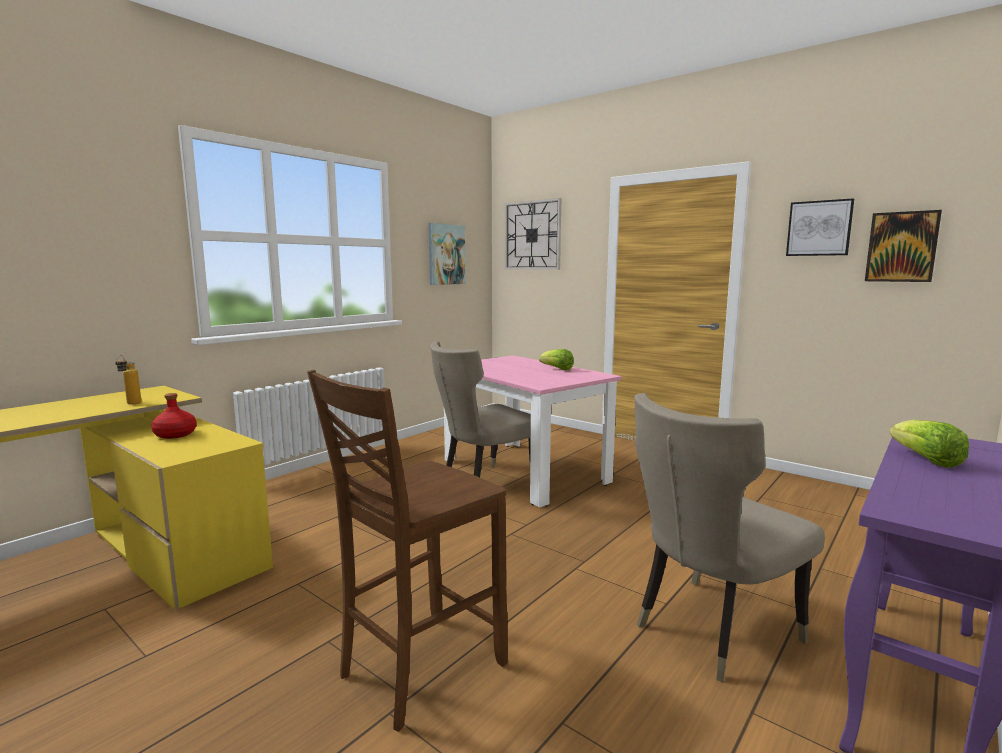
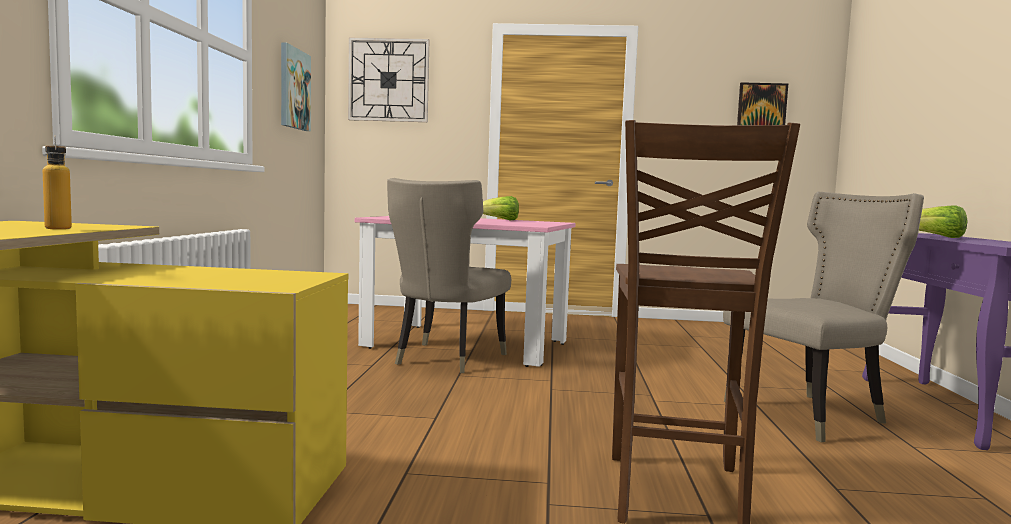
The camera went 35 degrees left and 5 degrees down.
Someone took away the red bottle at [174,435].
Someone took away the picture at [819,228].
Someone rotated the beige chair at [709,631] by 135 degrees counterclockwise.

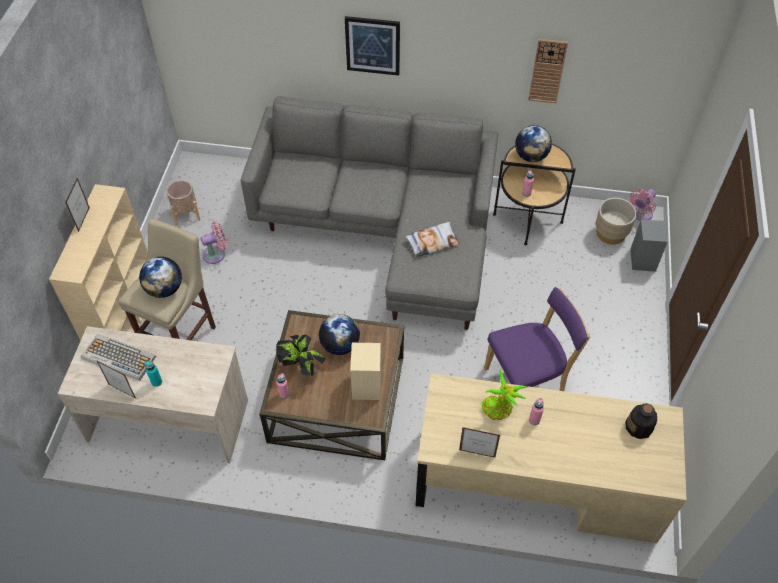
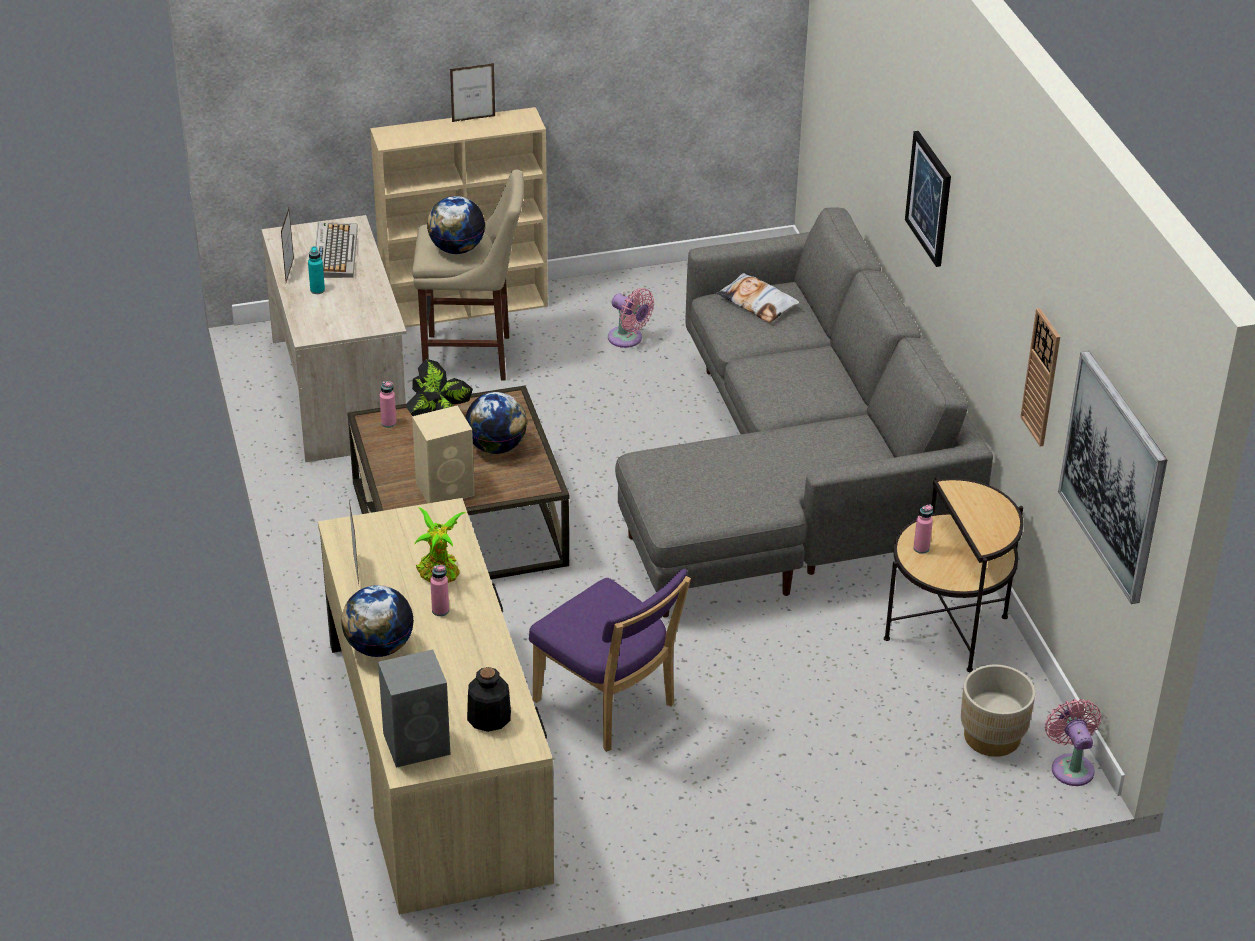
The camera went 65 degrees right and 15 degrees down.
Someone took away the beige planter at [186,213].
Someone put up the picture at [1113,476].
Someone carried the pillow from [432,242] to [757,303].
Someone carried the globe from [530,156] to [378,647].
Someone carried the grey speaker from [642,259] to [418,743].
Someone rotated the pink fan at [640,214] by 60 degrees clockwise.

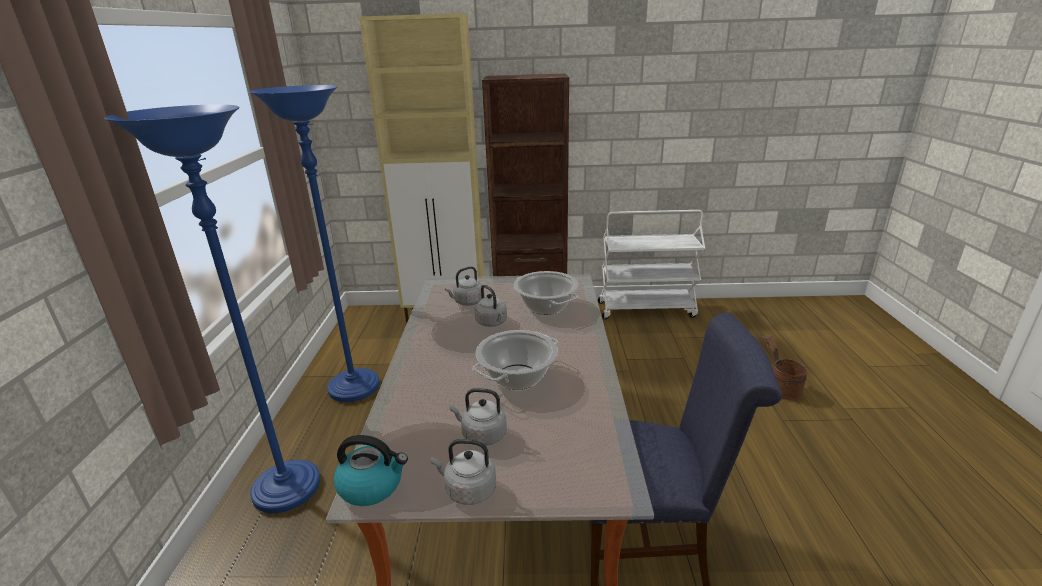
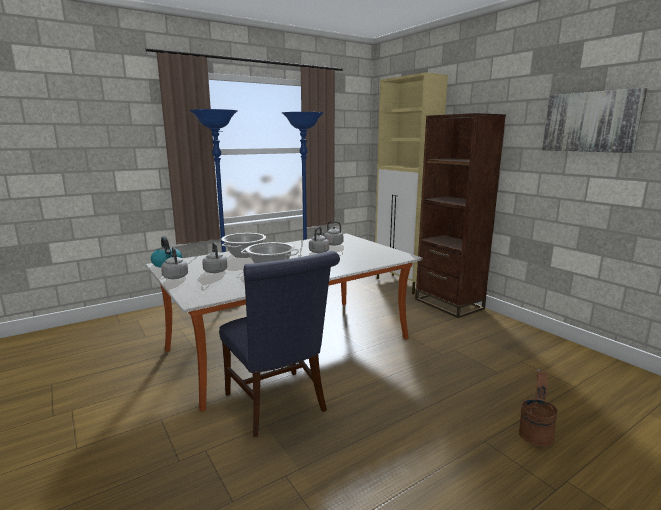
The camera went 55 degrees right and 10 degrees down.
Someone took away the white cart at [646,309].
Someone put up the picture at [590,122].
Someone carried the cooking pot from [545,307] to [244,254].

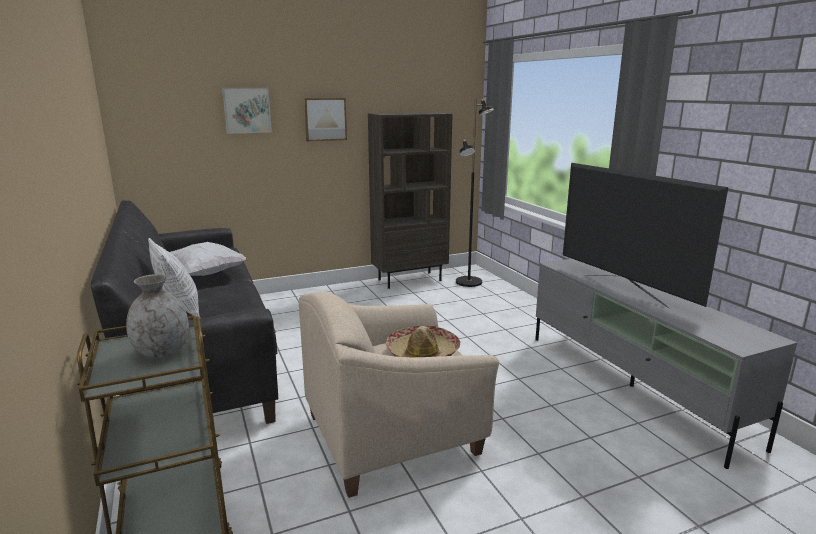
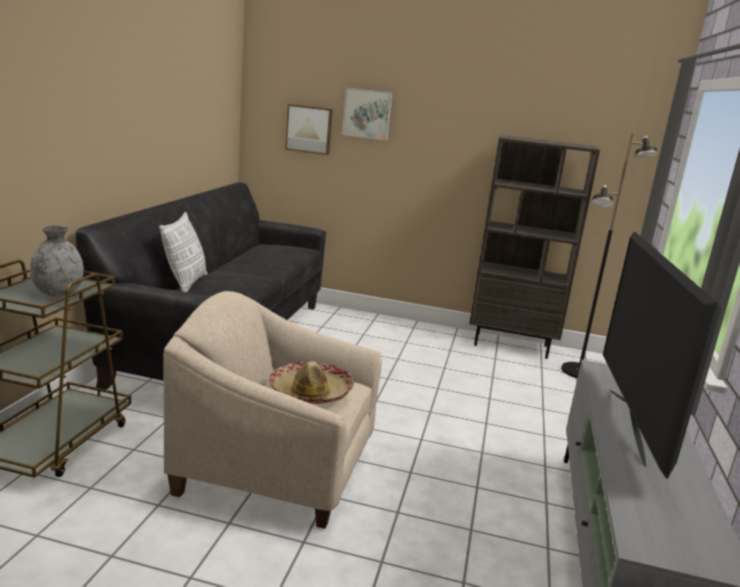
The camera went 35 degrees right and 0 degrees up.
Someone took away the white pillow at [205,274].
Someone carried the picture from [325,119] to [309,129].

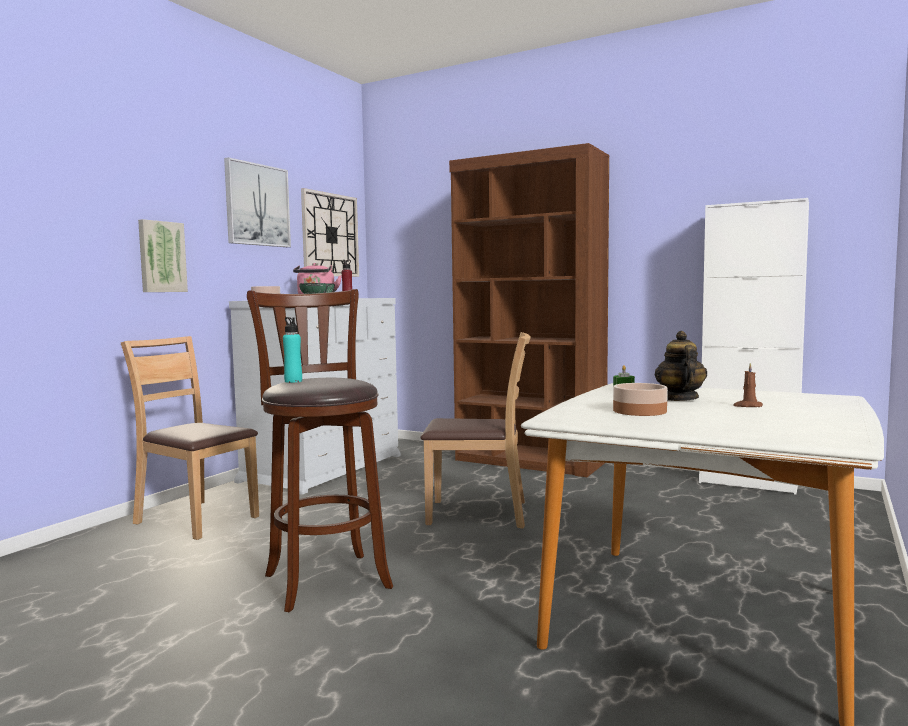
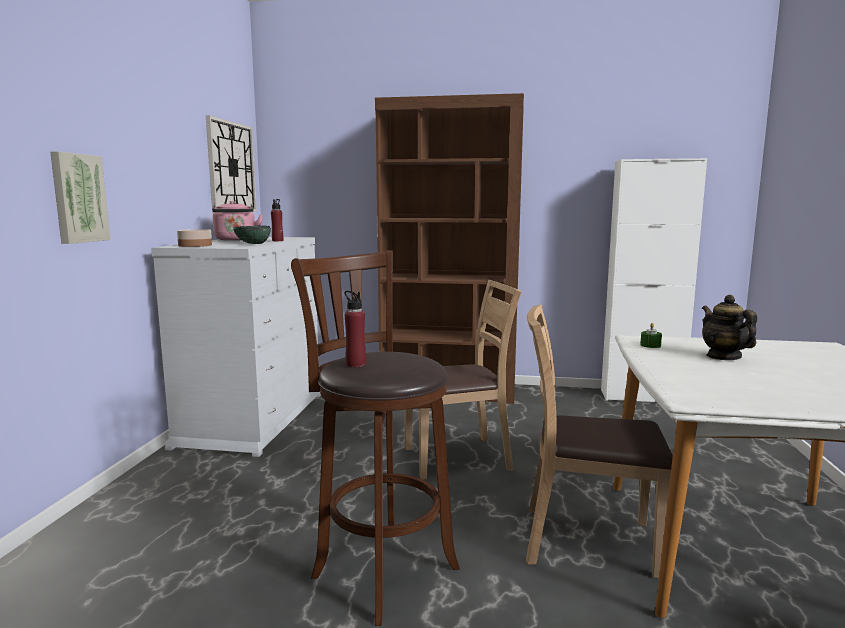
The camera went 20 degrees left and 5 degrees up.
Someone took away the picture at [257,205].
Someone took away the bowl at [640,411].
Someone took away the brown candle at [747,406].
Someone carried the brown chair from [196,519] to [586,541].
Someone repainted the turquoise bottle at [293,381], which became the red bottle at [355,364].

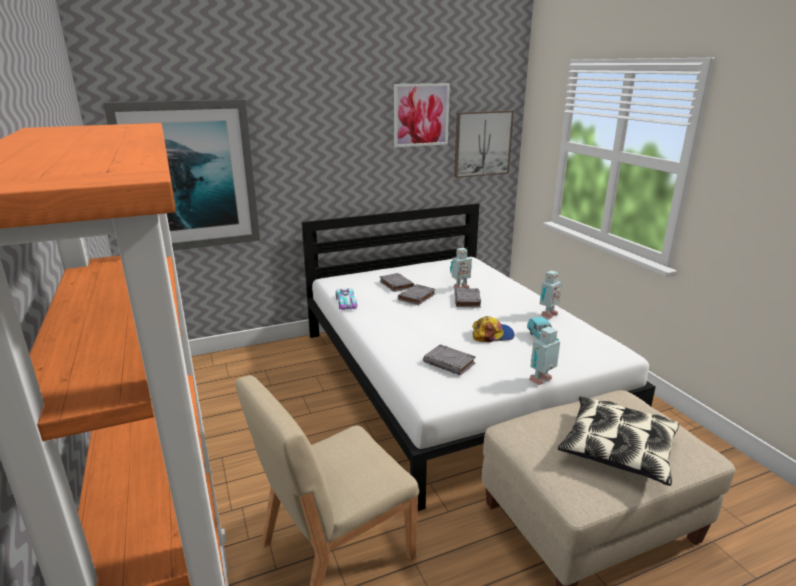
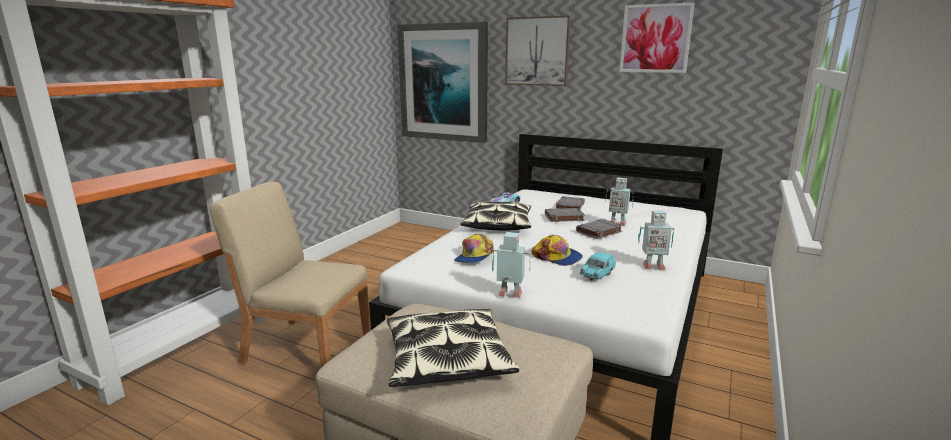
The camera went 50 degrees right and 5 degrees down.
Someone put down the pillow at [497,225].
Someone carried the picture from [482,143] to [537,51].
Someone swapped the grey book at [450,363] for the cap at [474,256].

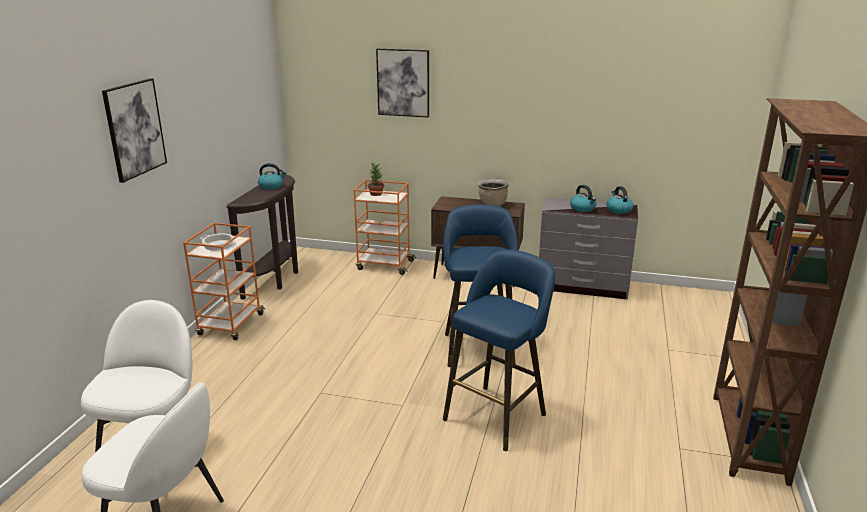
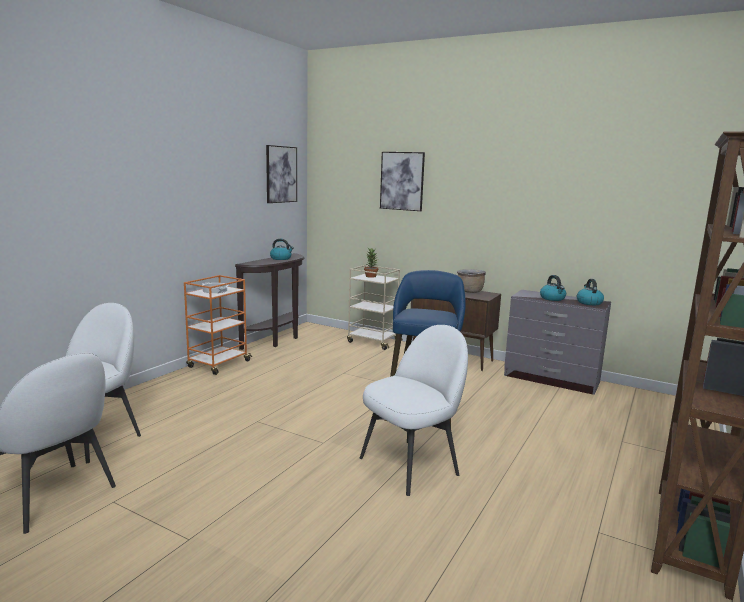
The camera went 15 degrees right and 10 degrees down.
Someone carried the picture from [134,129] to [281,174].
Someone swapped the blue stool at [498,414] for the white chair at [411,465].
Someone repainted the orange cart at [384,265], which became the beige cart at [372,342].

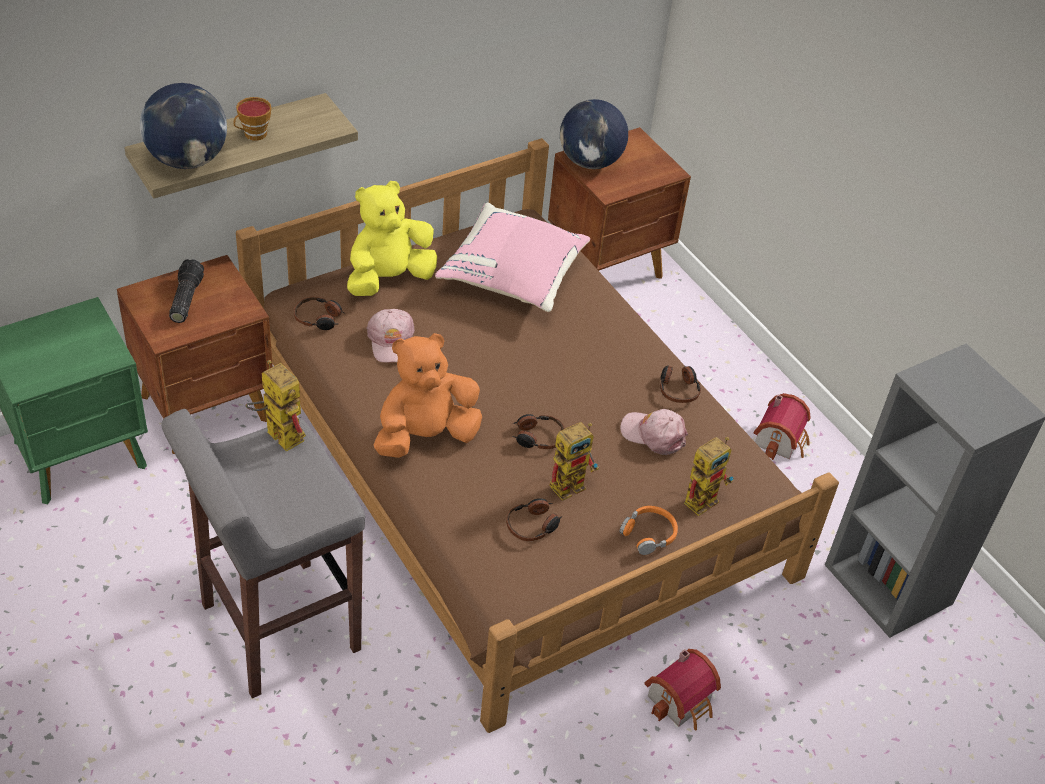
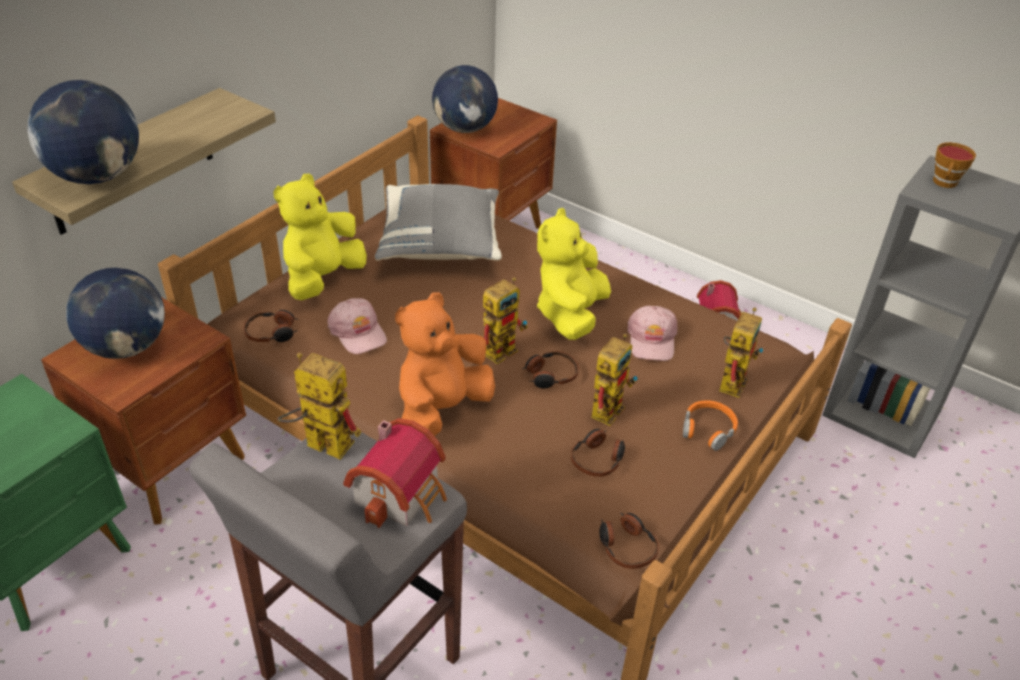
The camera went 20 degrees left and 5 degrees down.
Someone put down the toy robot at [503,347].
Someone put down the yellow plush toy at [570,314].
Someone carried the cup from [253,135] to [944,183].
Someone carried the toy house from [682,701] to [402,493].
Someone carried the headphones from [678,388] to [626,546].
Someone swapped the flashlight at [185,299] for the globe at [127,347].
Someone repainted the pink pillow at [513,277], which became the grey pillow at [441,244].
Someone rotated the pink cap at [653,434] by 90 degrees counterclockwise.

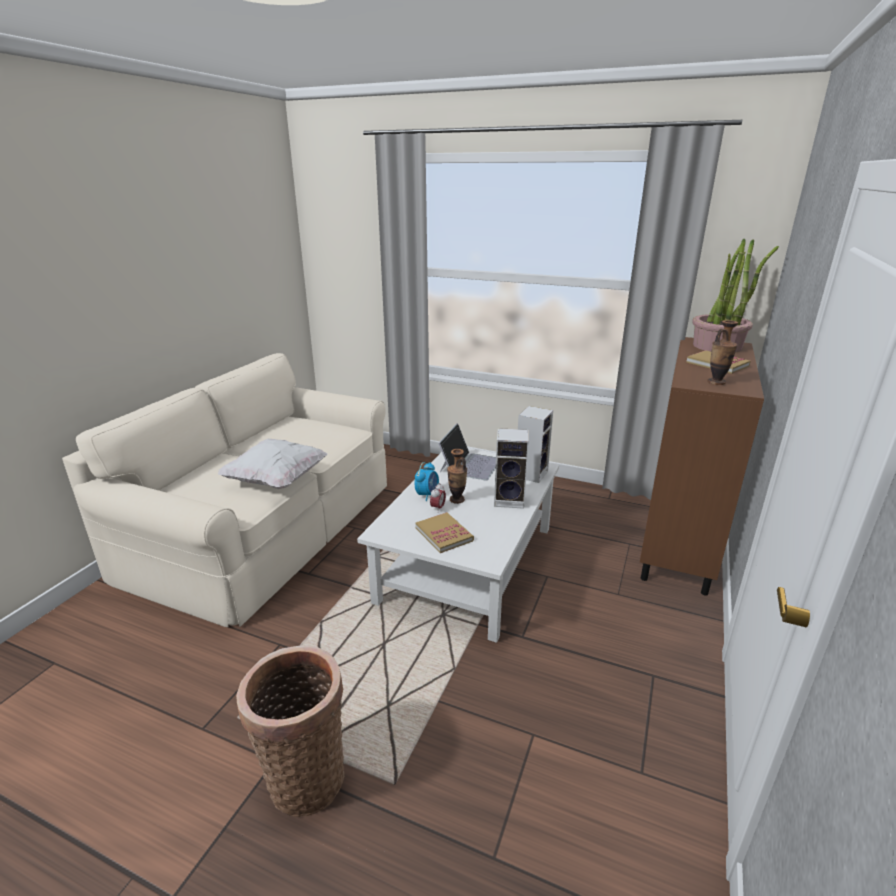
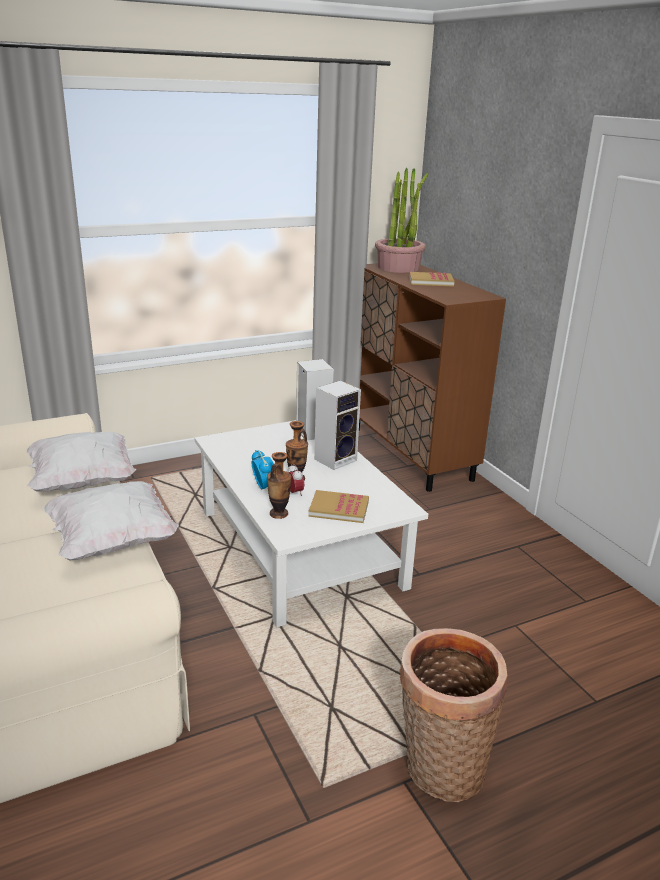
The camera went 50 degrees left and 0 degrees up.
Someone took away the laptop at [470,465].
Someone put down the white pillow at [83,481].
Someone carried the vase from [716,382] to [279,514].

